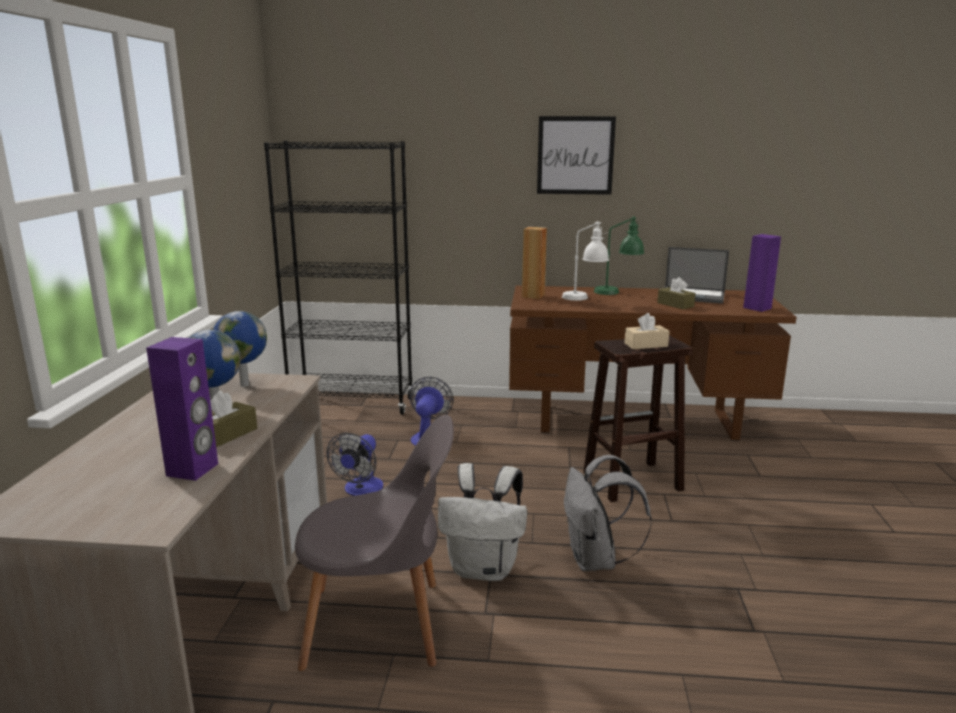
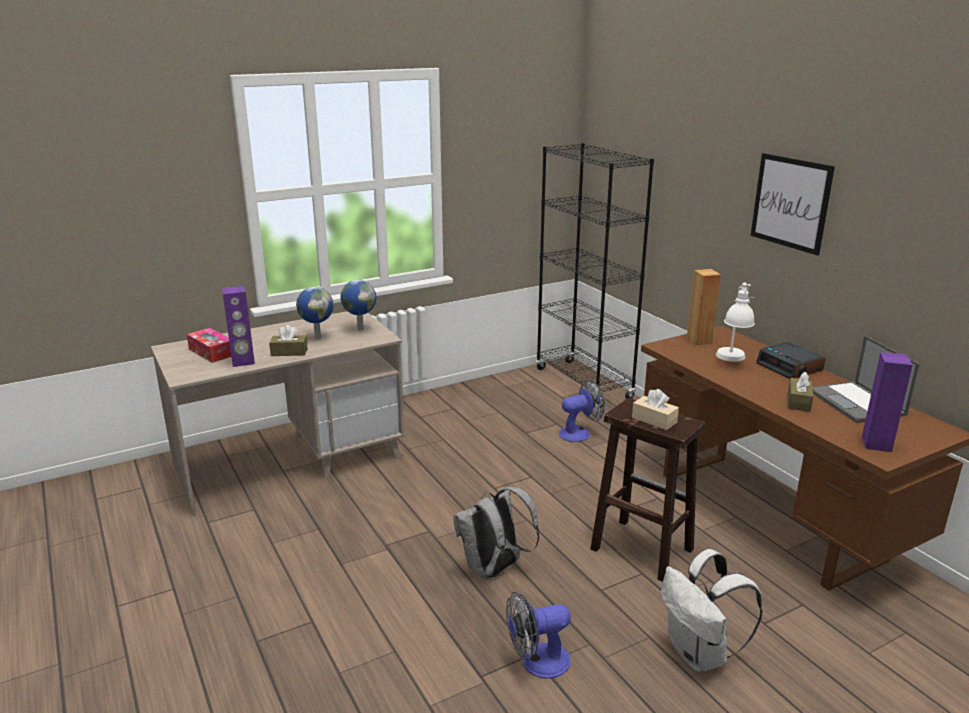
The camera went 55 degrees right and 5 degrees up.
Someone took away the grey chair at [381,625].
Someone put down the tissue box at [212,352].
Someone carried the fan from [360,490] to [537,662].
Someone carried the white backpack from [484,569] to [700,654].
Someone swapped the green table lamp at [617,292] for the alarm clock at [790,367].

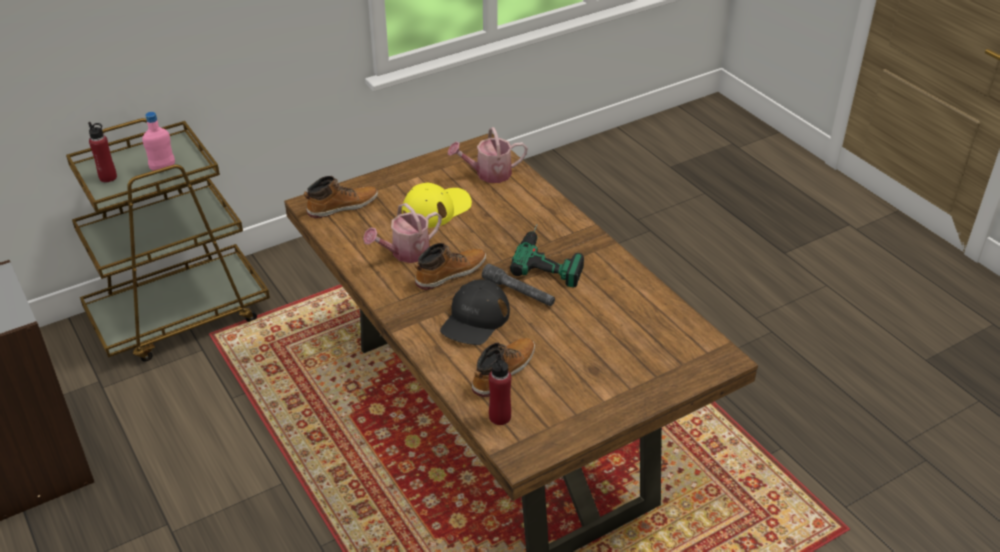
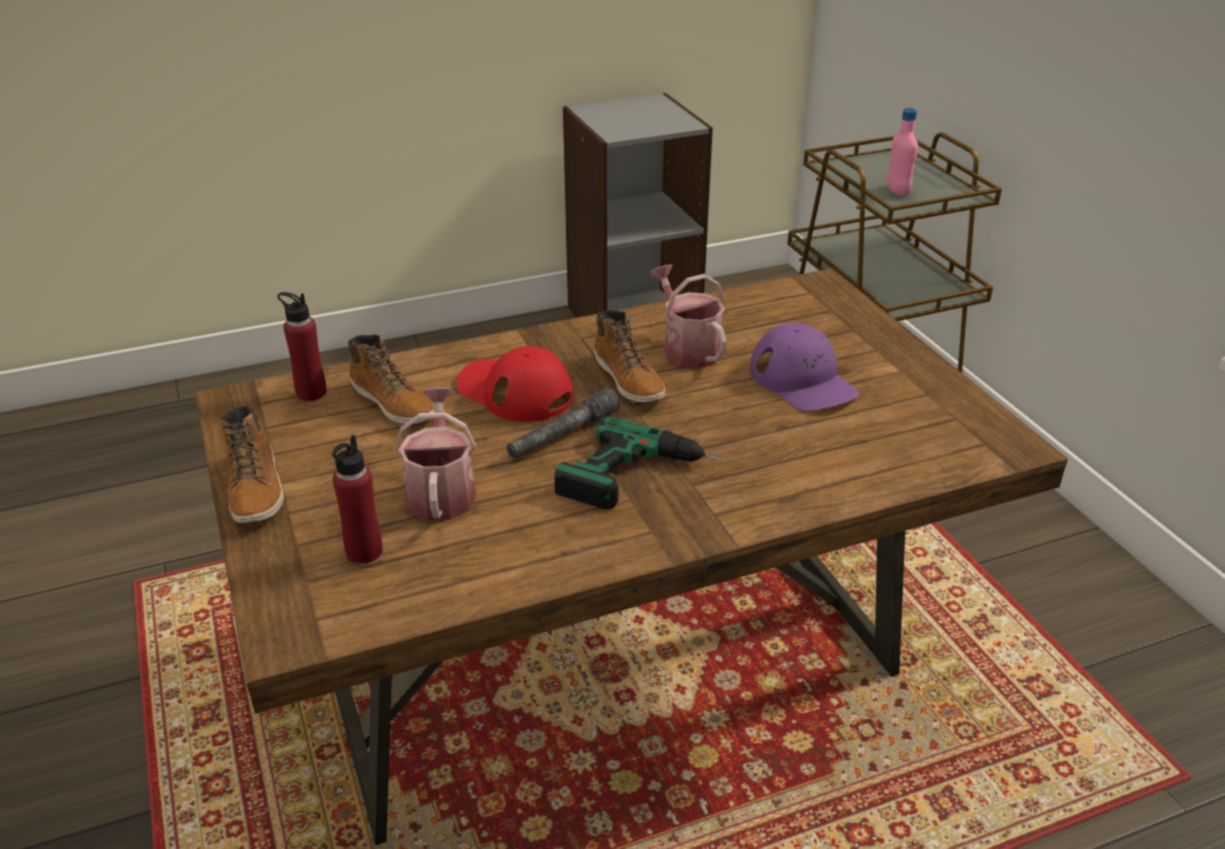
The camera went 100 degrees right and 5 degrees down.
Someone carried the red bottle from [108,177] to [364,551].
Someone carried the boot from [342,206] to [256,489].
Someone carried the watering can from [488,174] to [441,491].
Someone repainted the yellow cap at [436,208], which became the purple cap at [803,381].
Someone repainted the black cap at [475,319], which became the red cap at [514,392].

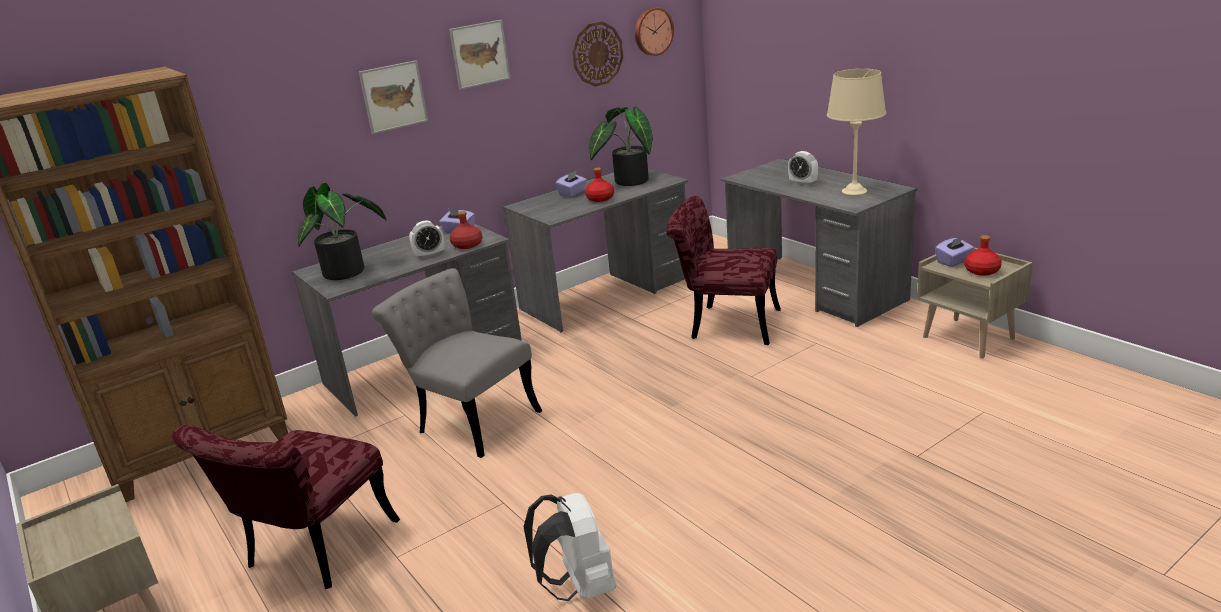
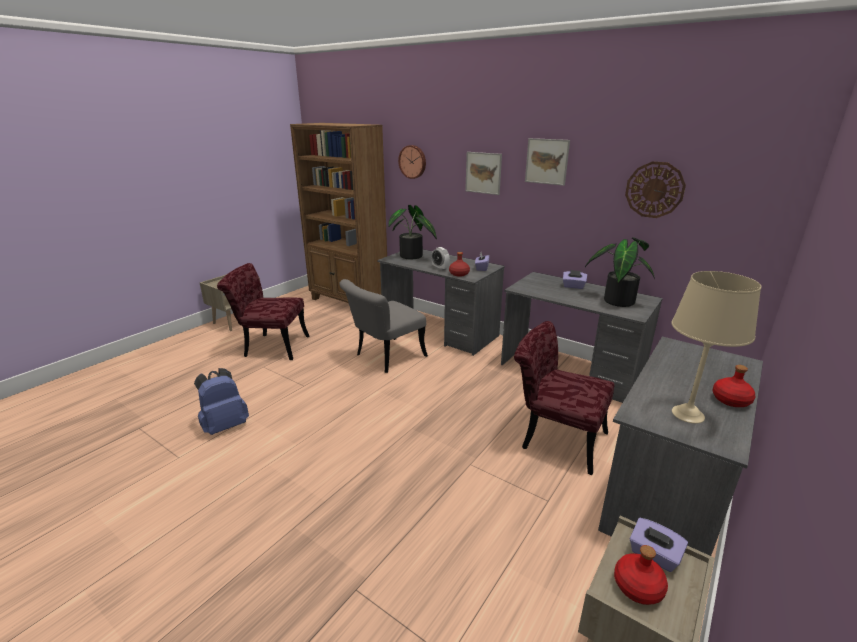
The camera went 70 degrees right and 0 degrees up.
Someone took away the alarm clock at [803,183].
Someone carried the red bottle from [600,198] to [731,400].
Someone carried the wall clock from [652,31] to [413,161].
Someone repainted the white backpack at [579,587], which became the blue backpack at [225,425].
Someone rotated the grey chair at [470,419] by 150 degrees counterclockwise.
Someone rotated the red chair at [725,324] by 60 degrees counterclockwise.

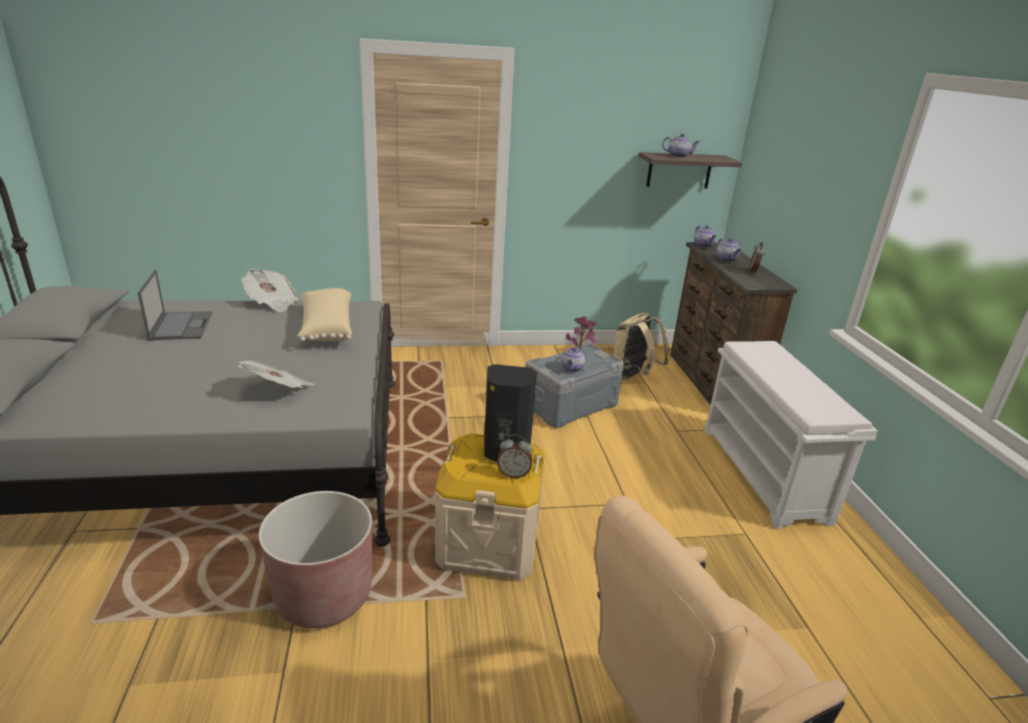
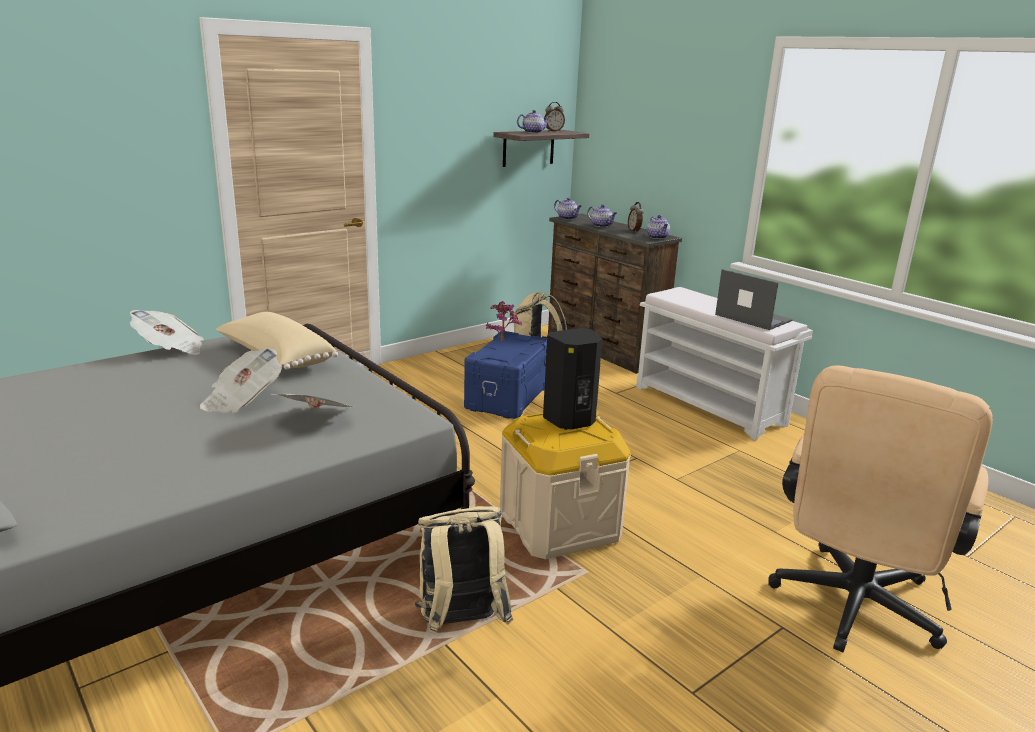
The camera went 30 degrees left and 5 degrees down.
Someone put down the newspaper at [242,401].
Someone carried the laptop from [181,325] to [752,317].
Someone carried the alarm clock from [513,474] to [553,131].
Someone carried the teapot from [572,368] to [657,237].
Someone swapped the brown planter at [323,596] for the beige backpack at [461,624].
Someone repainted the grey storage box at [569,405], which became the blue storage box at [506,397].

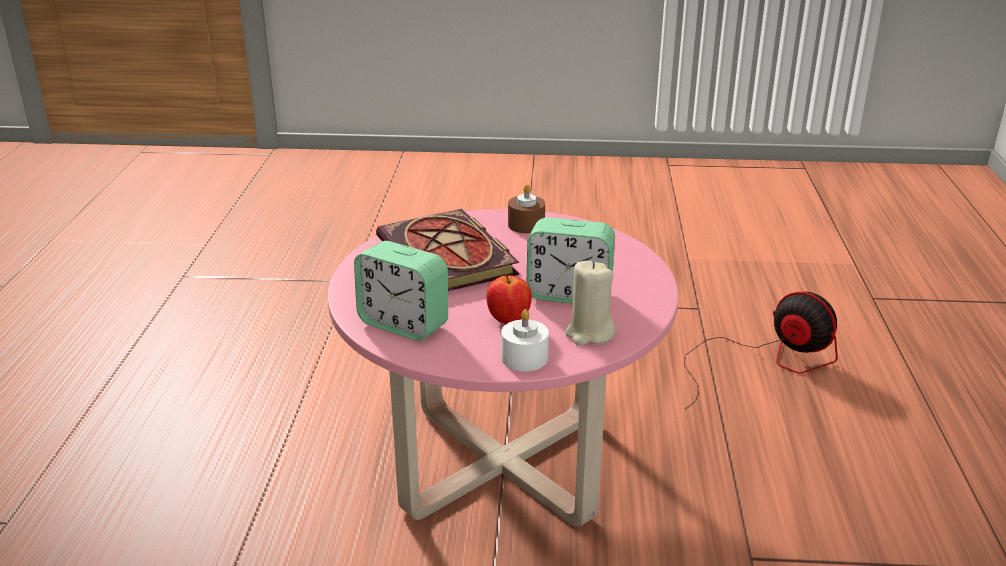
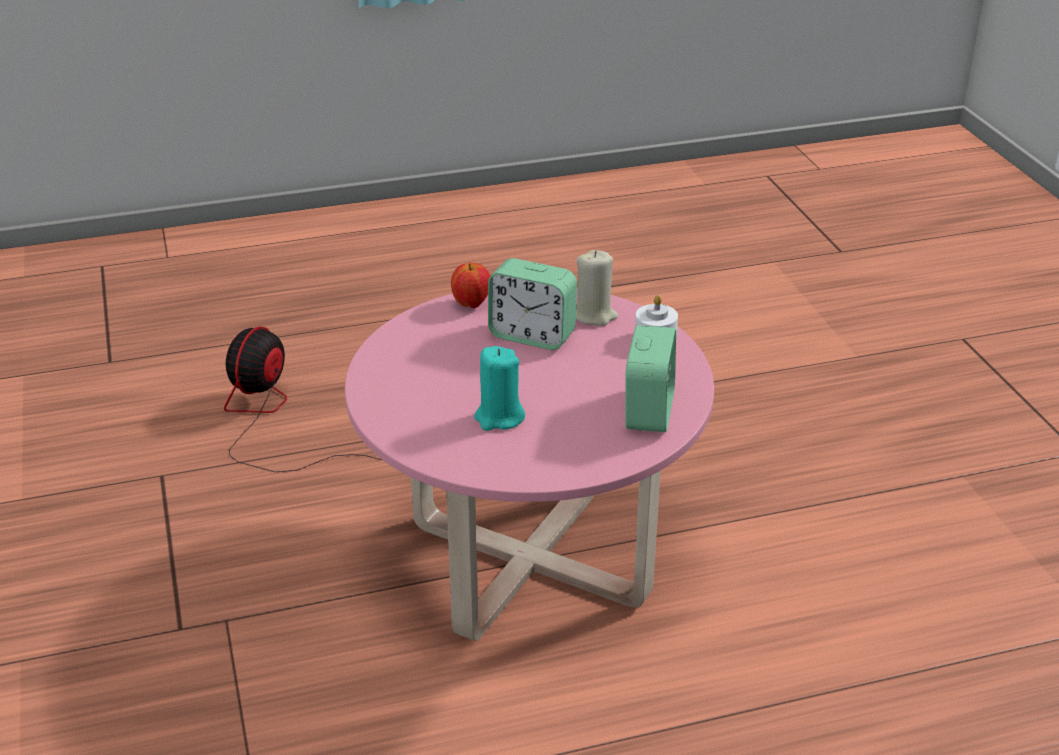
The camera went 110 degrees left and 5 degrees up.
Someone took away the brown candle at [526,225].
Someone carried the apple from [509,320] to [471,304].
Someone swapped the book at [450,258] for the turquoise candle at [499,417].
Someone rotated the alarm clock at [569,294] by 120 degrees clockwise.

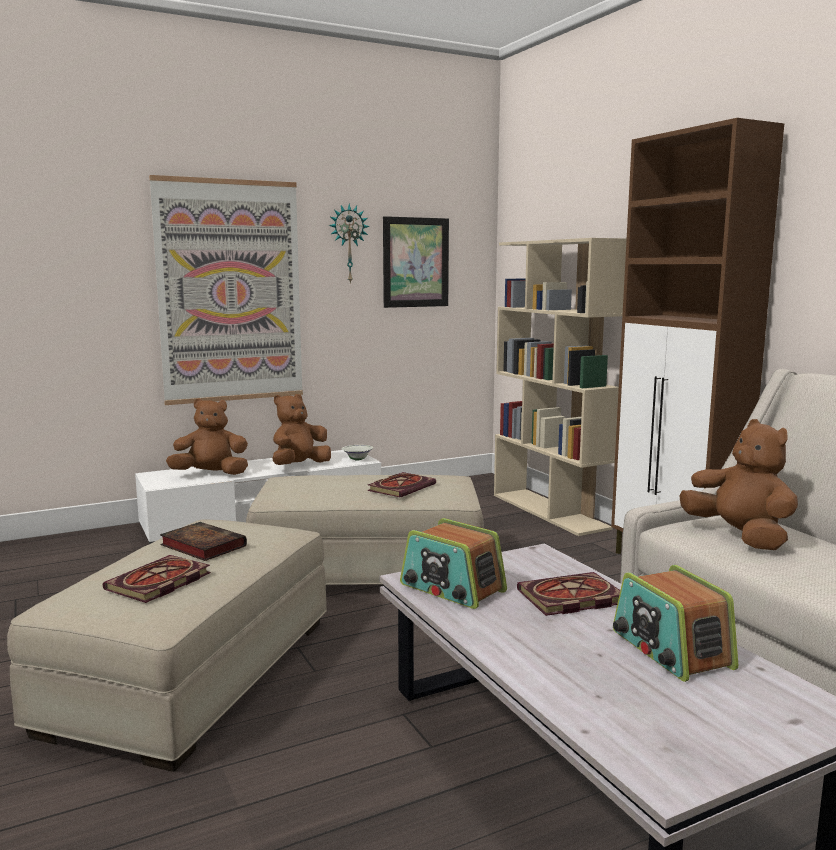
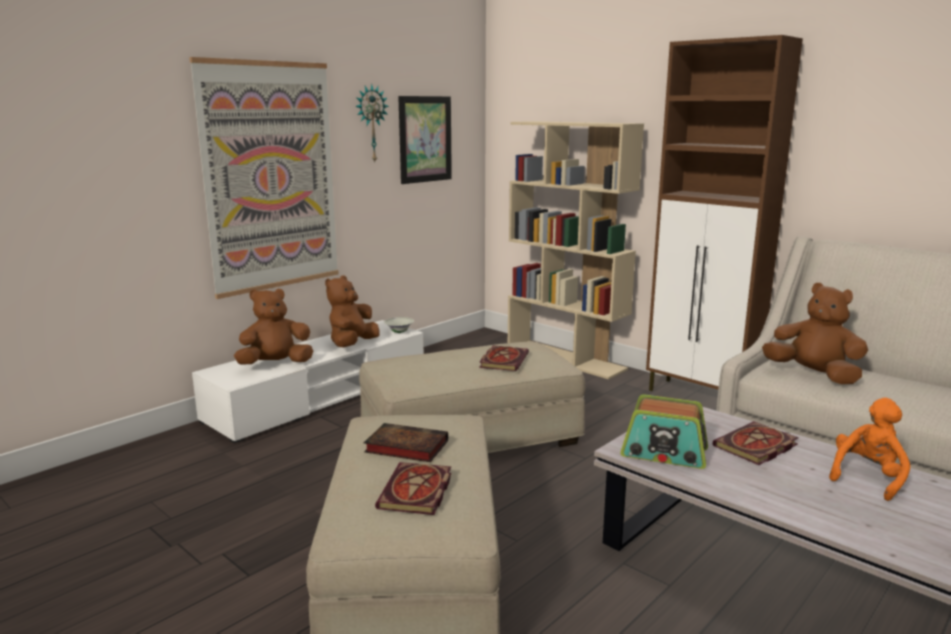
The camera went 20 degrees left and 5 degrees up.
Someone swapped the radio at [670,650] for the orange plush toy at [867,477].

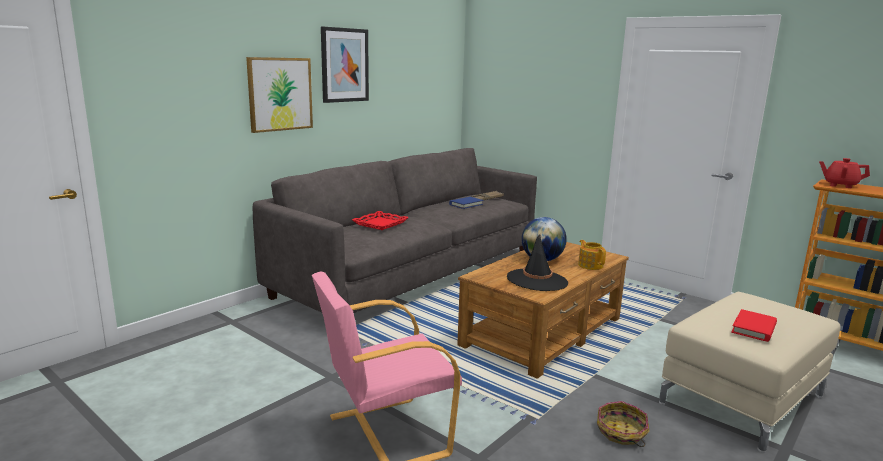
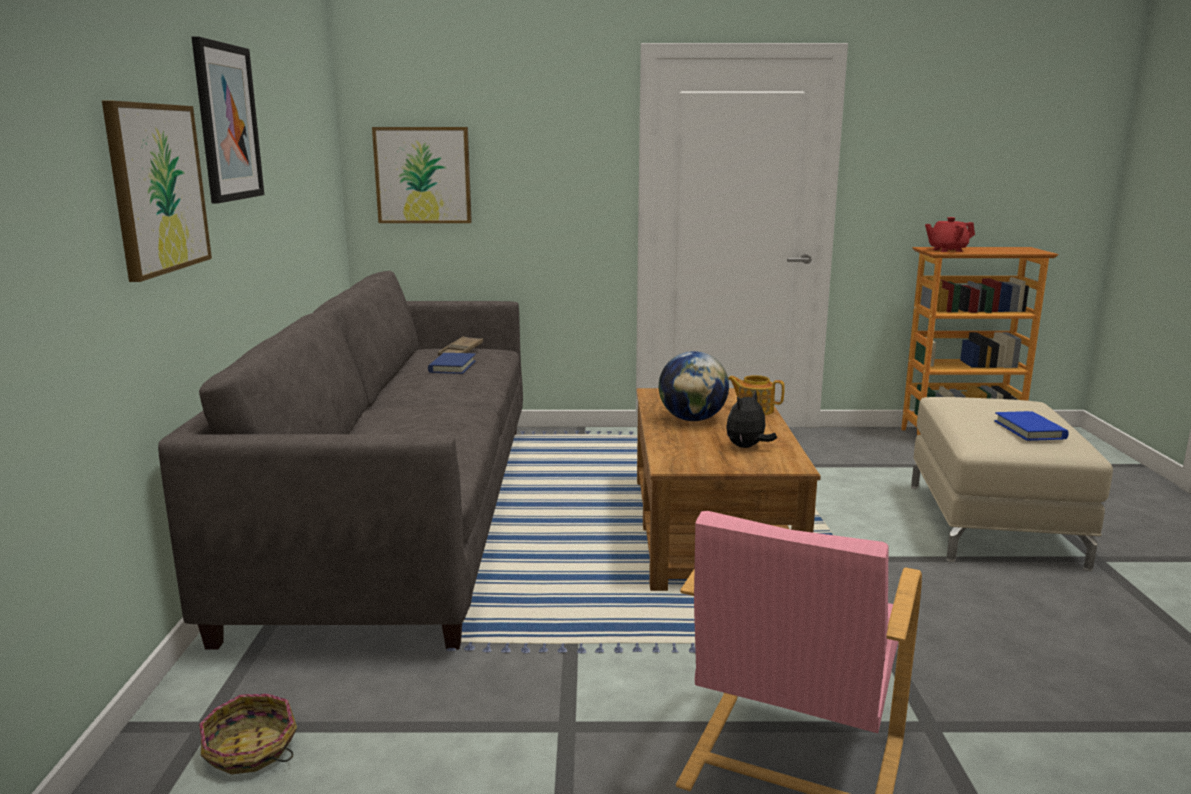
The camera went 40 degrees left and 0 degrees up.
Someone took away the red tray at [380,224].
Someone put up the picture at [423,175].
Someone carried the basket from [621,433] to [251,750].
Someone swapped the black hat at [537,280] for the plush toy at [747,447].
Someone repainted the red book at [754,328], which became the blue book at [1029,430].

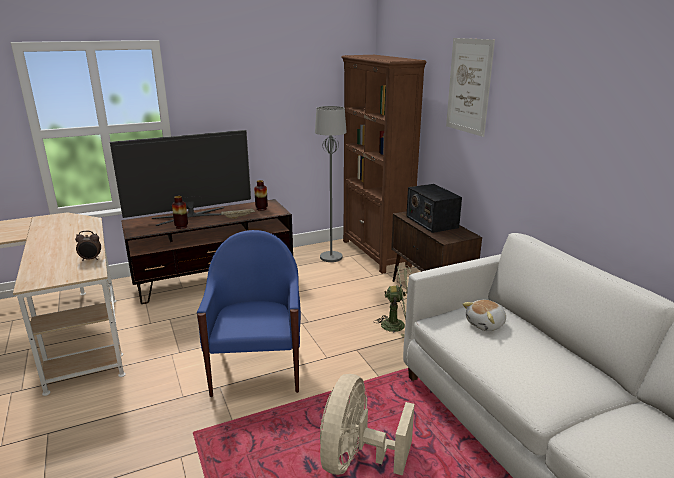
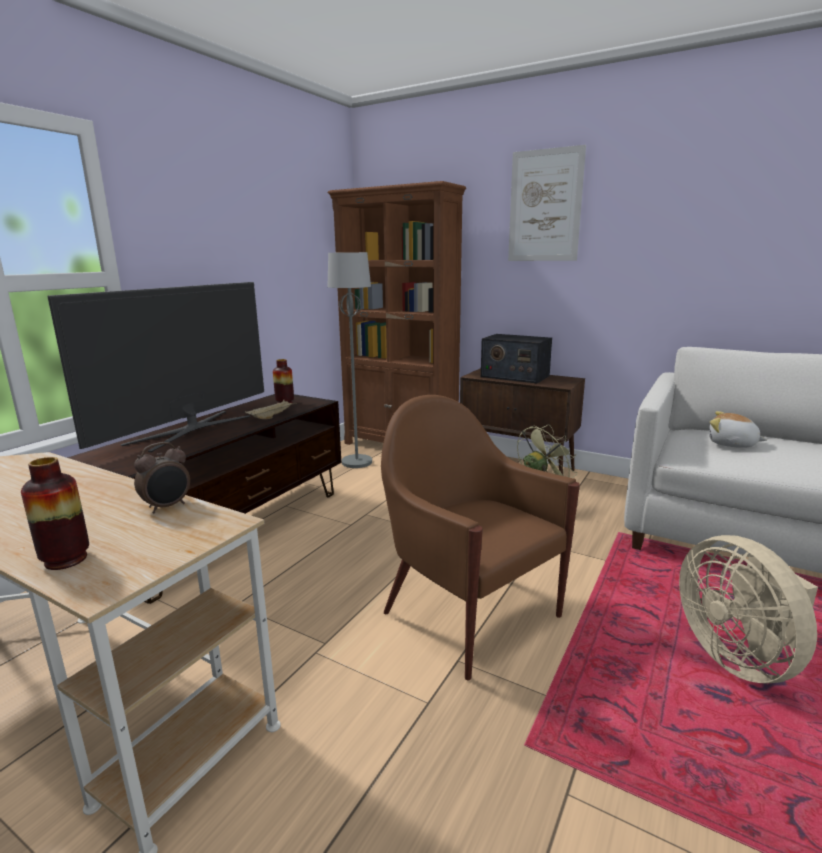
The camera went 35 degrees left and 5 degrees down.
Someone carried the vase from [181,227] to [66,560].
Someone repainted the blue armchair at [257,368], which became the brown armchair at [469,612].
Someone rotated the plush toy at [486,324] by 105 degrees clockwise.

